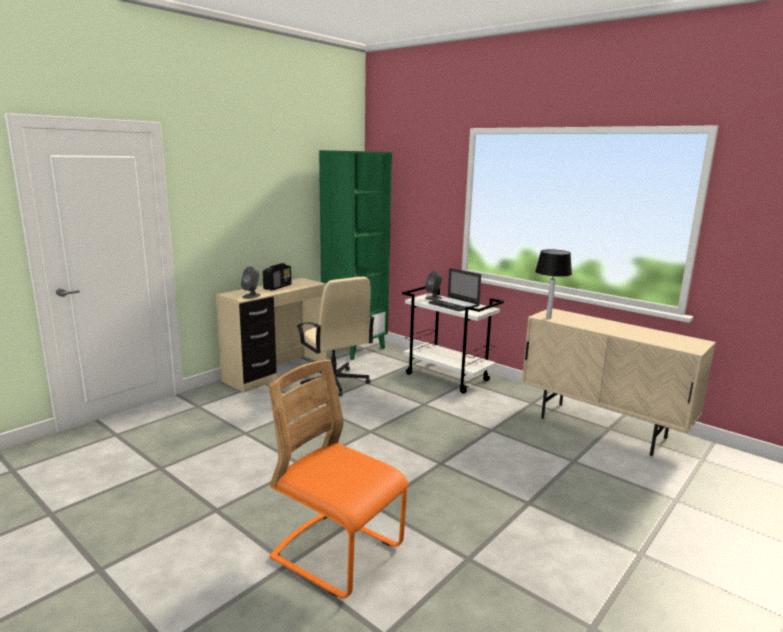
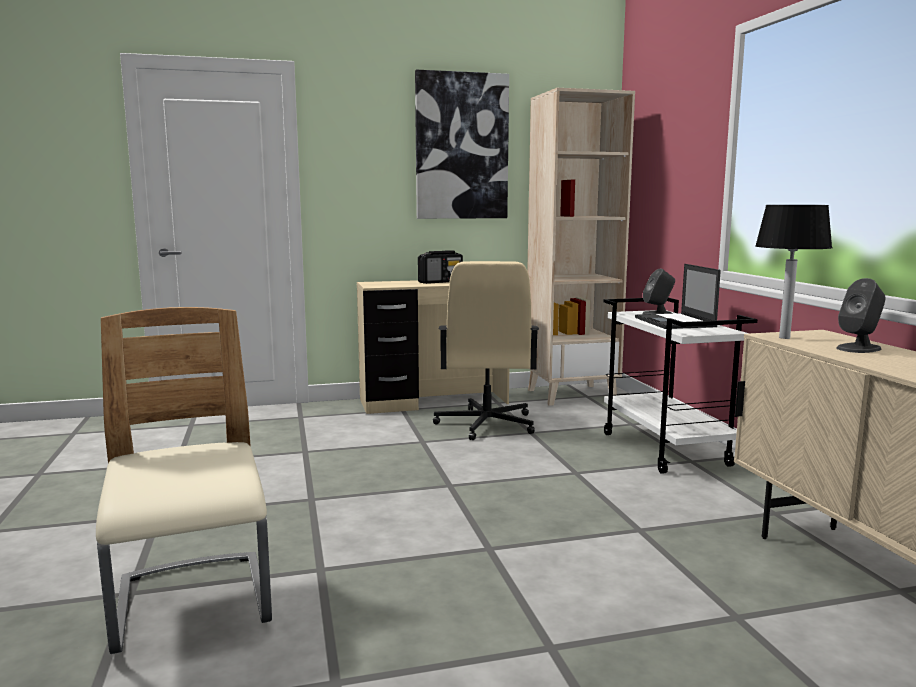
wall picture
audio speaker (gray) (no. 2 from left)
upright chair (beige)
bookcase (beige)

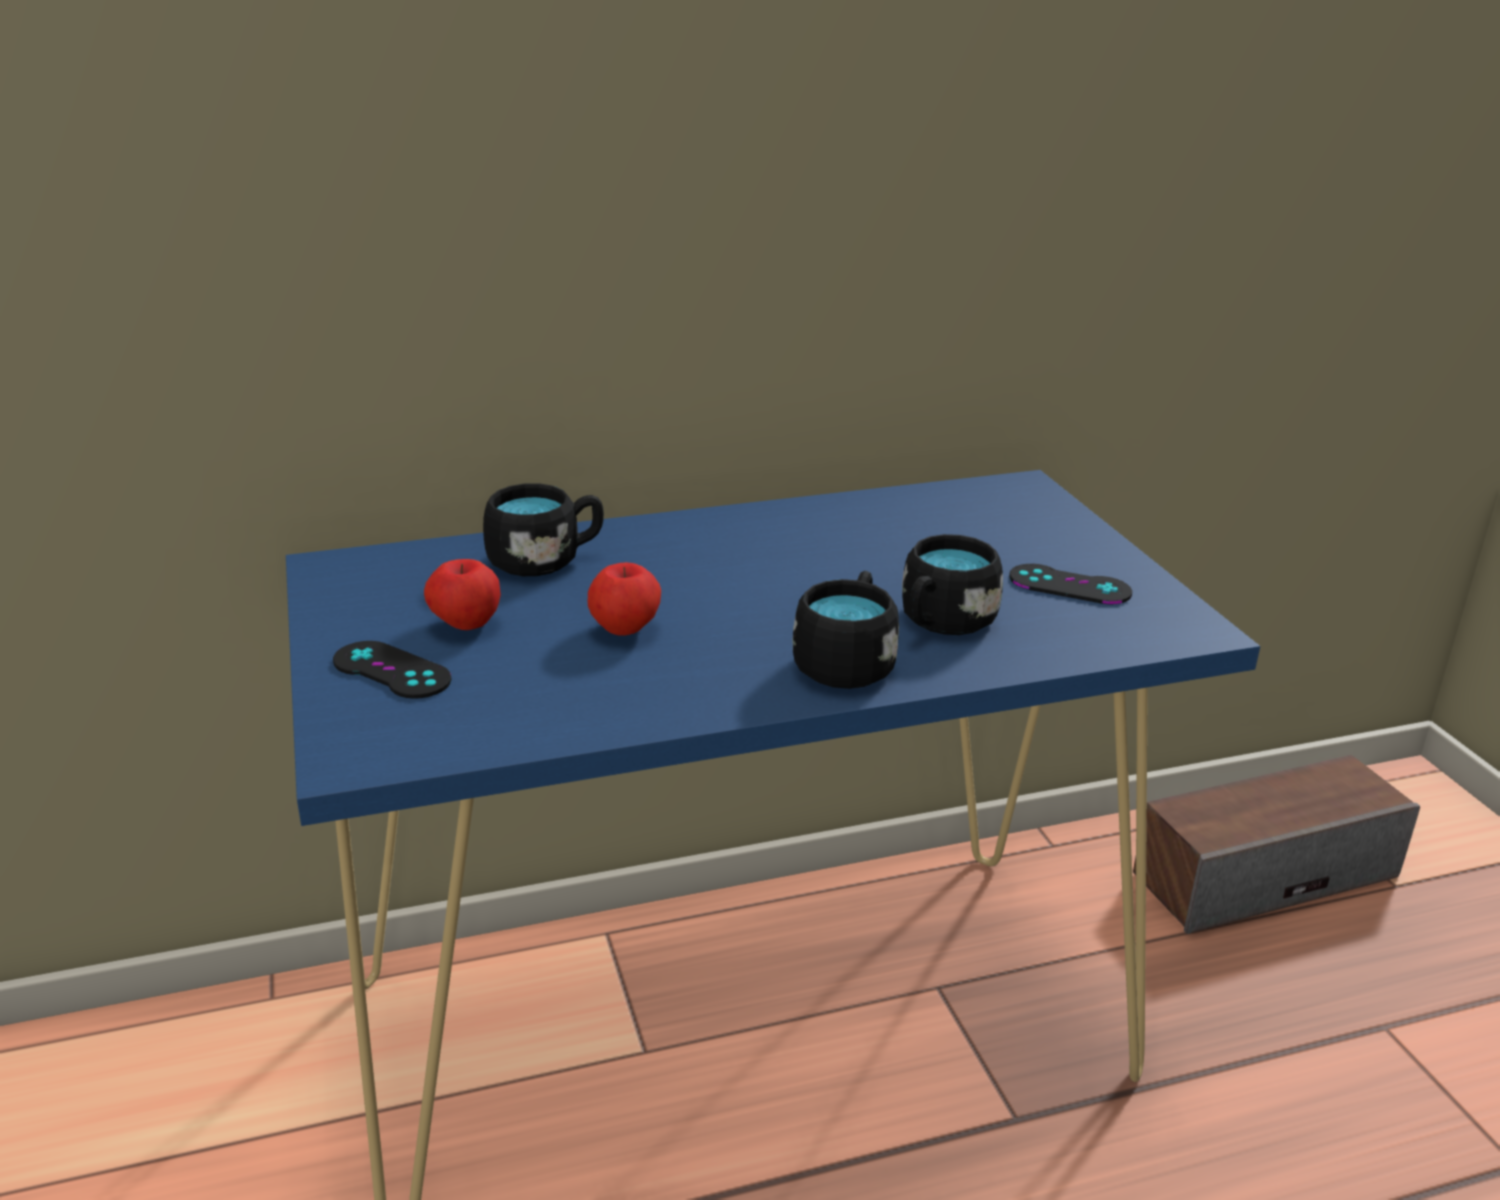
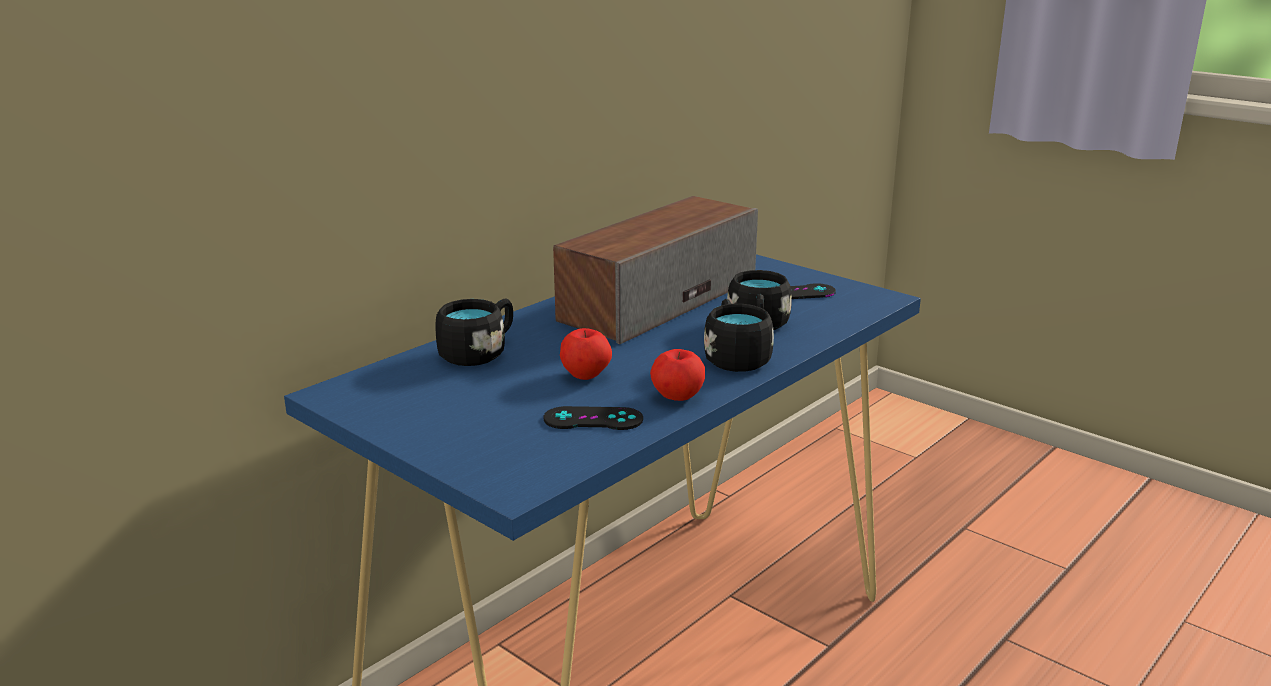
gamepad (blackish) (no. 1 from left)
whole apple (no. 2 from left)
audio speaker

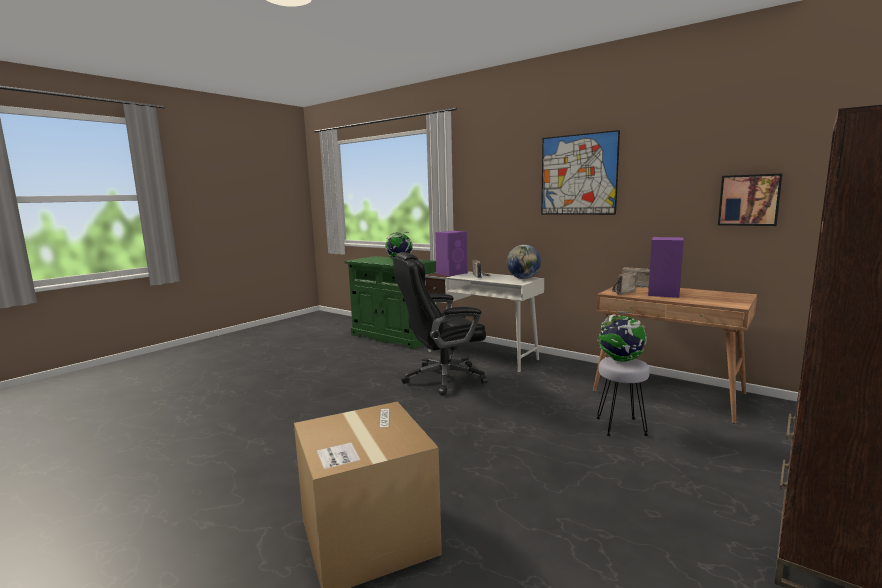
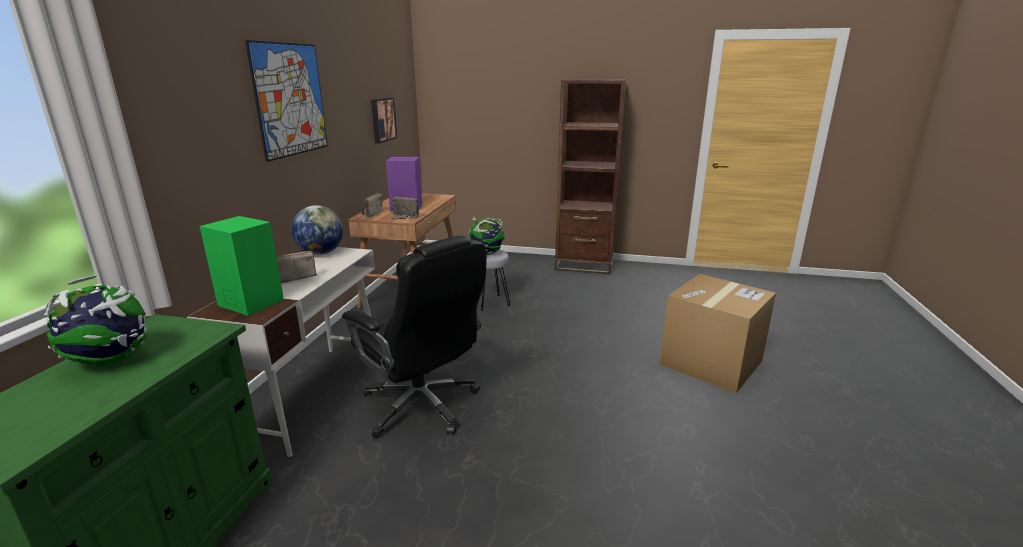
audio speaker (green)

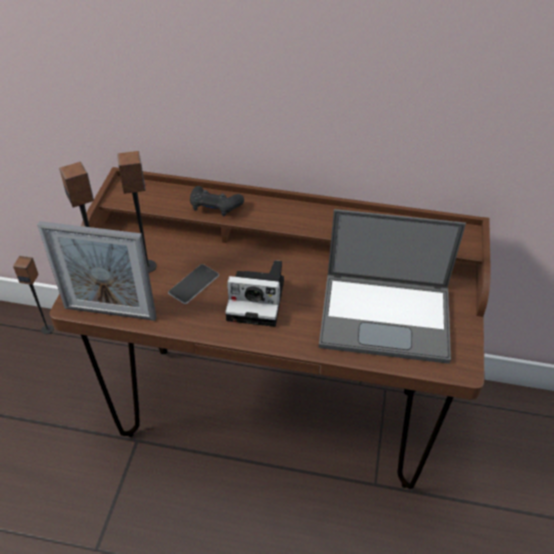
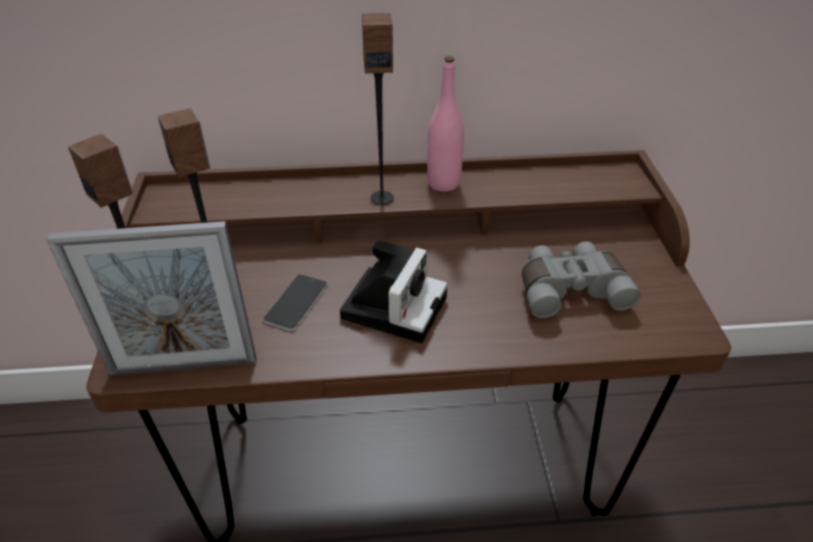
gamepad (blackish)
beverage bottle (pinkish)
audio speaker (no. 3 from left)
field glasses (gray)
photo camera

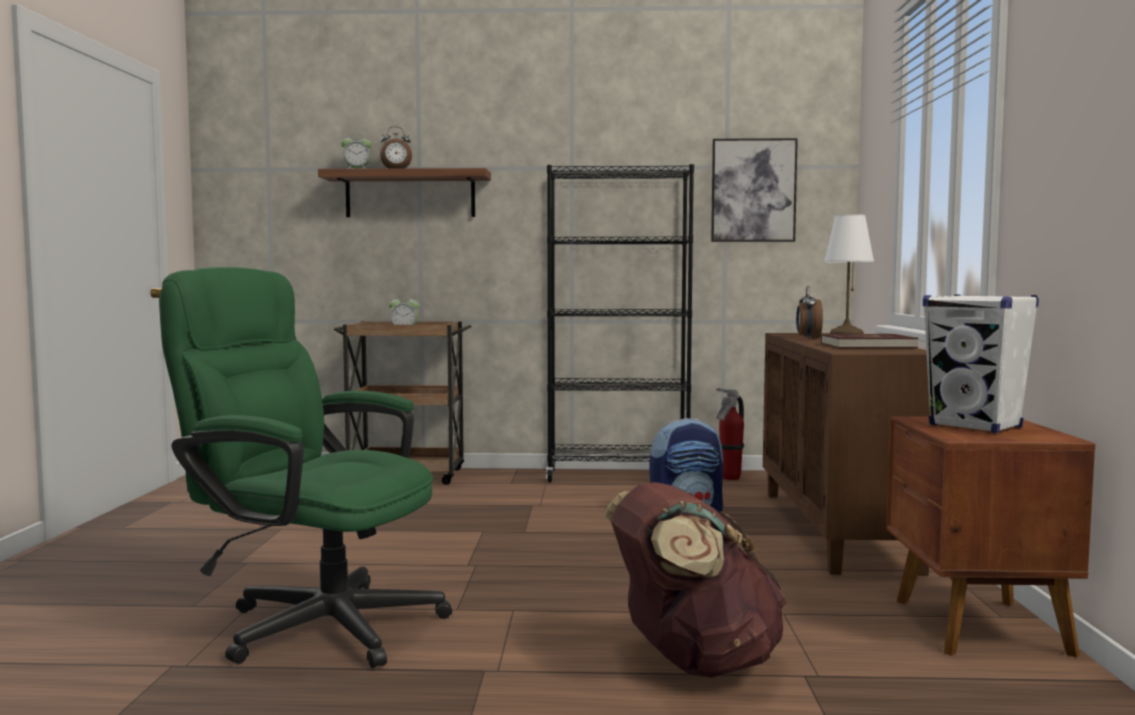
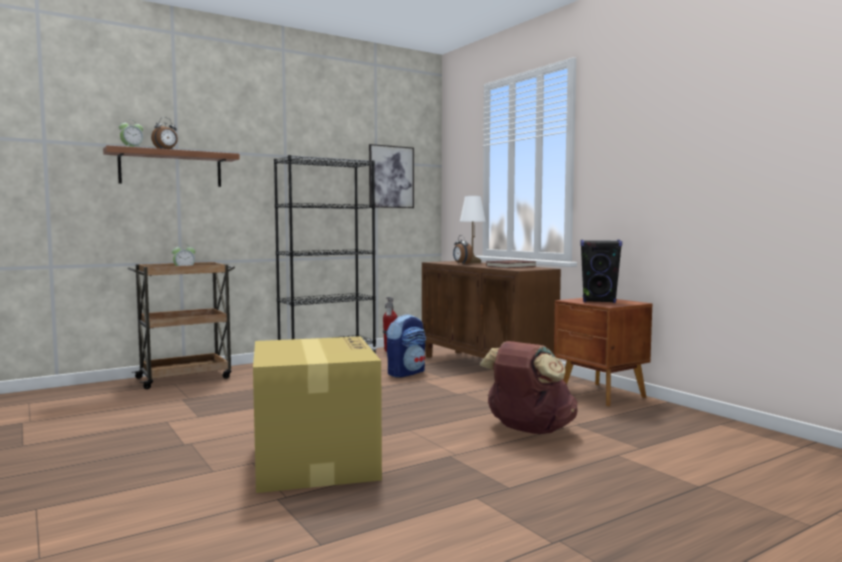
carton
audio speaker (blackish)

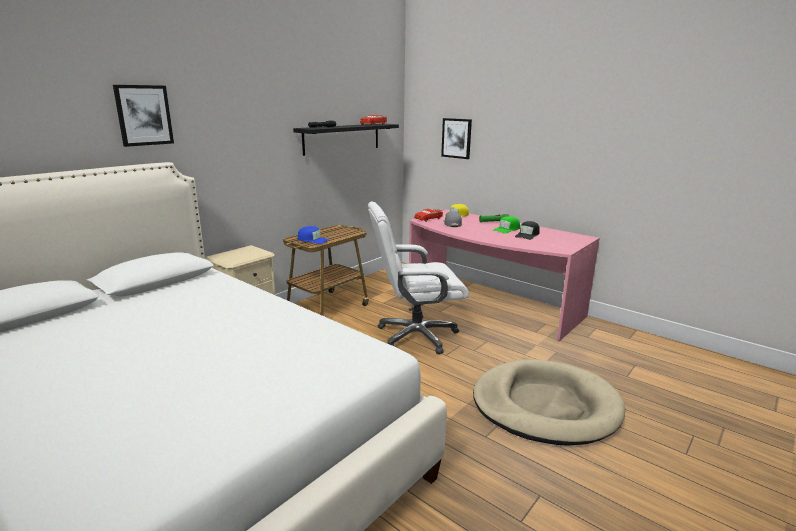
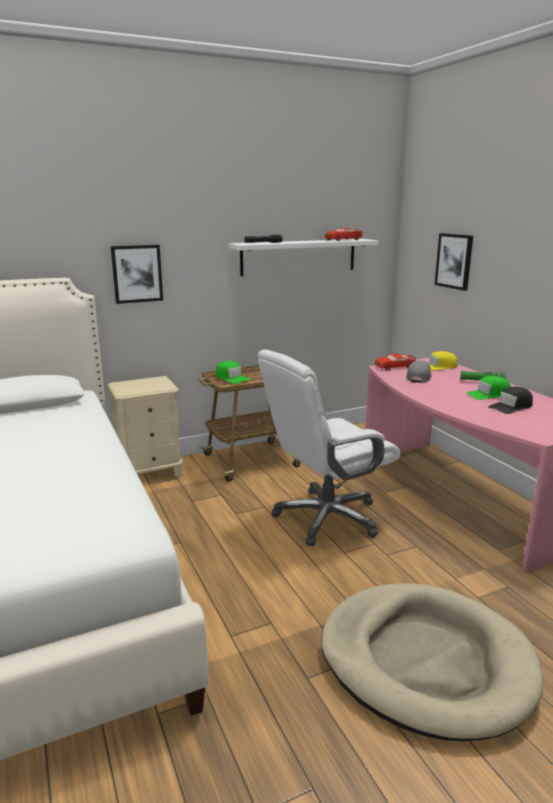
wall picture (no. 1 from left)
shelf (white-coloured)
peaked cap (green) (no. 1 from left)
desk chair (white-coloured)

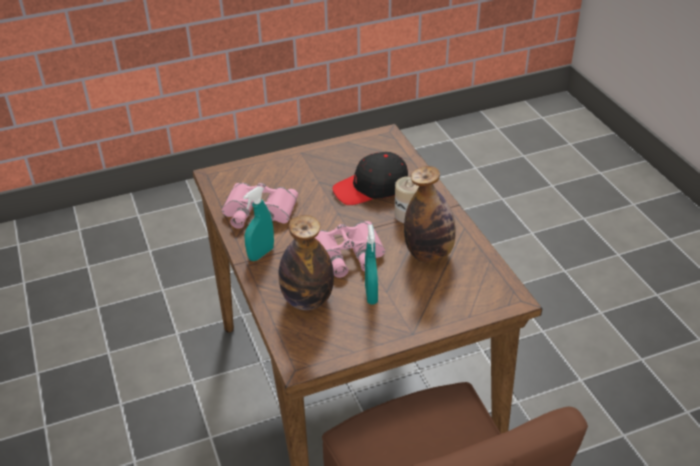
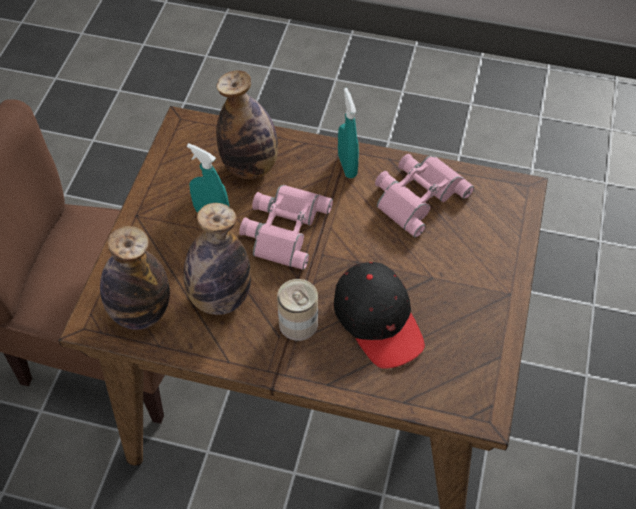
beverage bottle (no. 1 from left)
peaked cap (blackish)

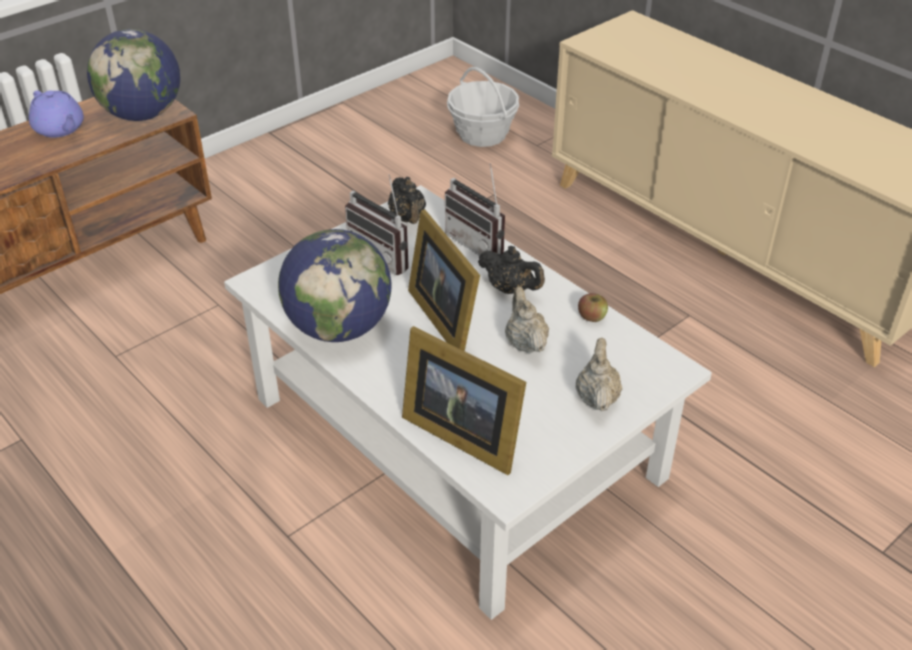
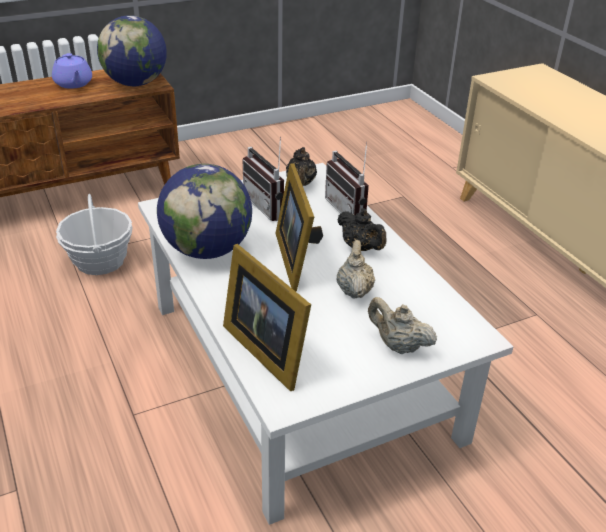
whole apple
household basket
teapot (beige) (no. 2 from left)

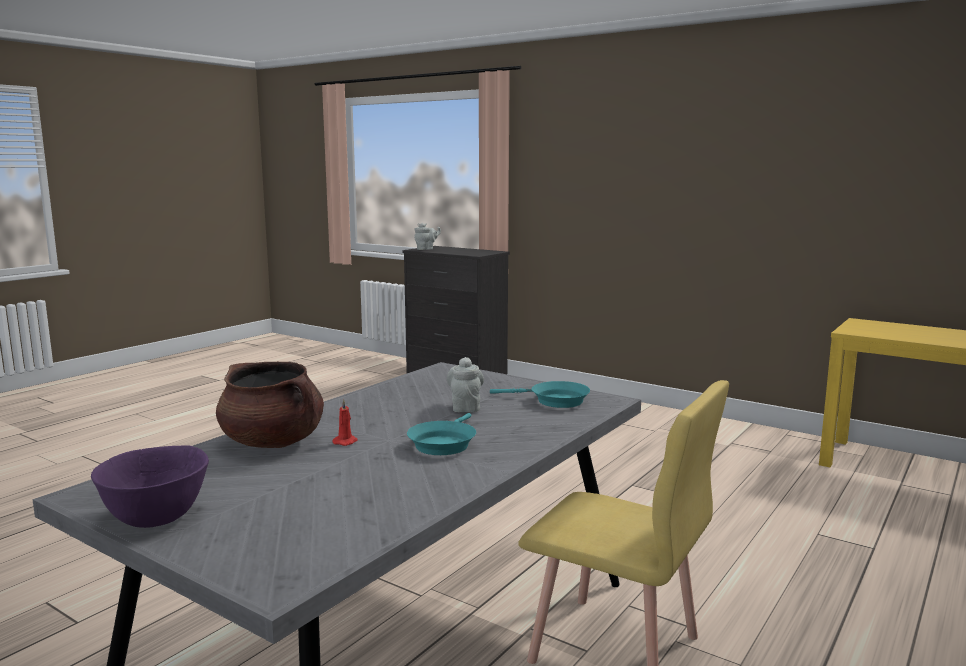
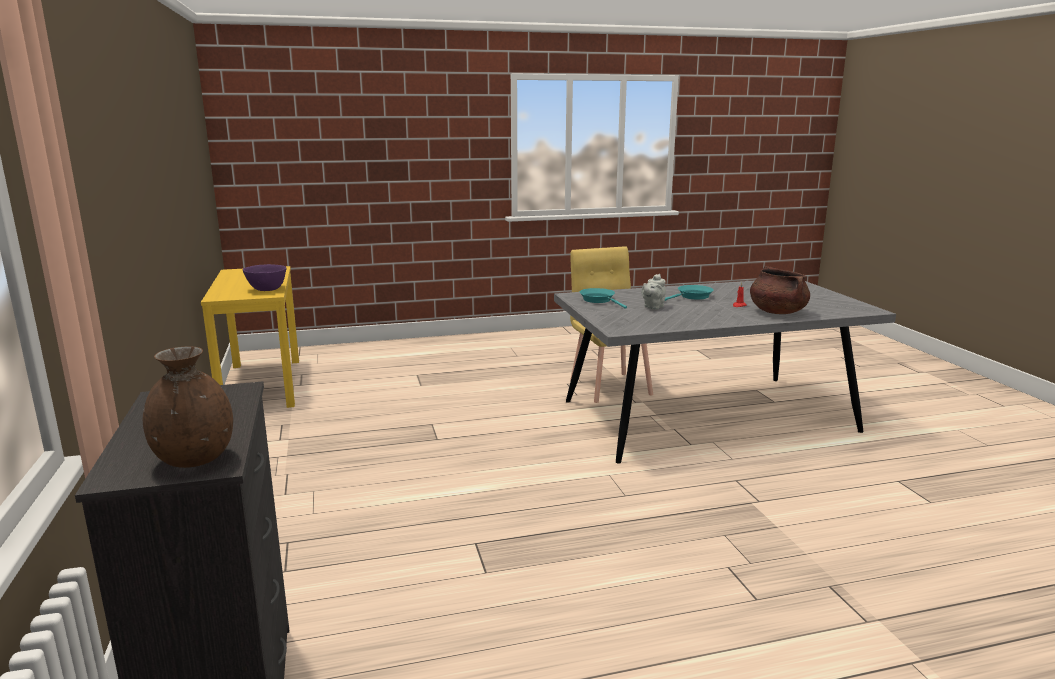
serving bowl (purple)
flower vase (brownish)

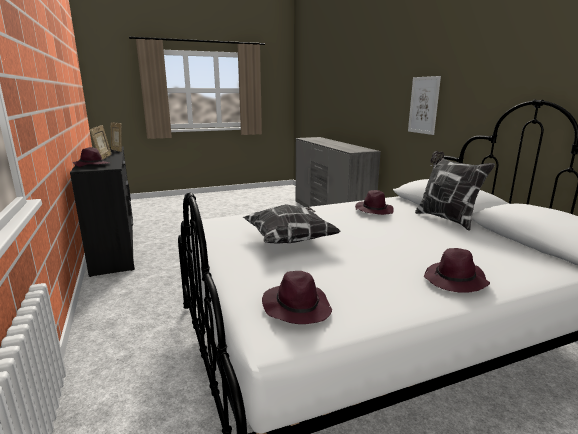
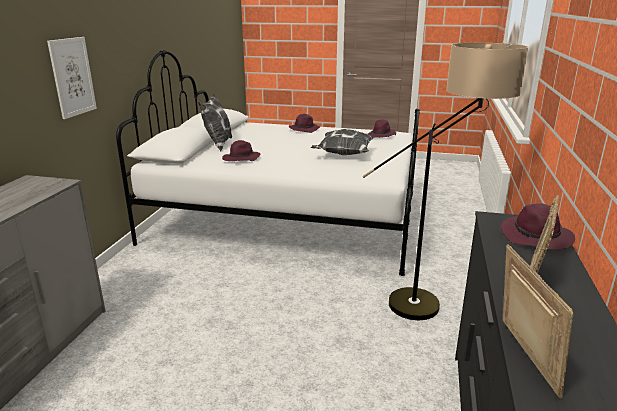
floor lamp

